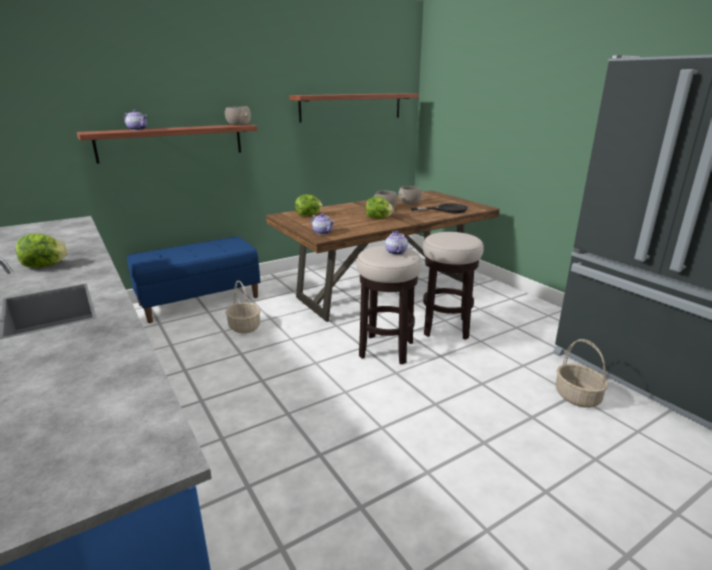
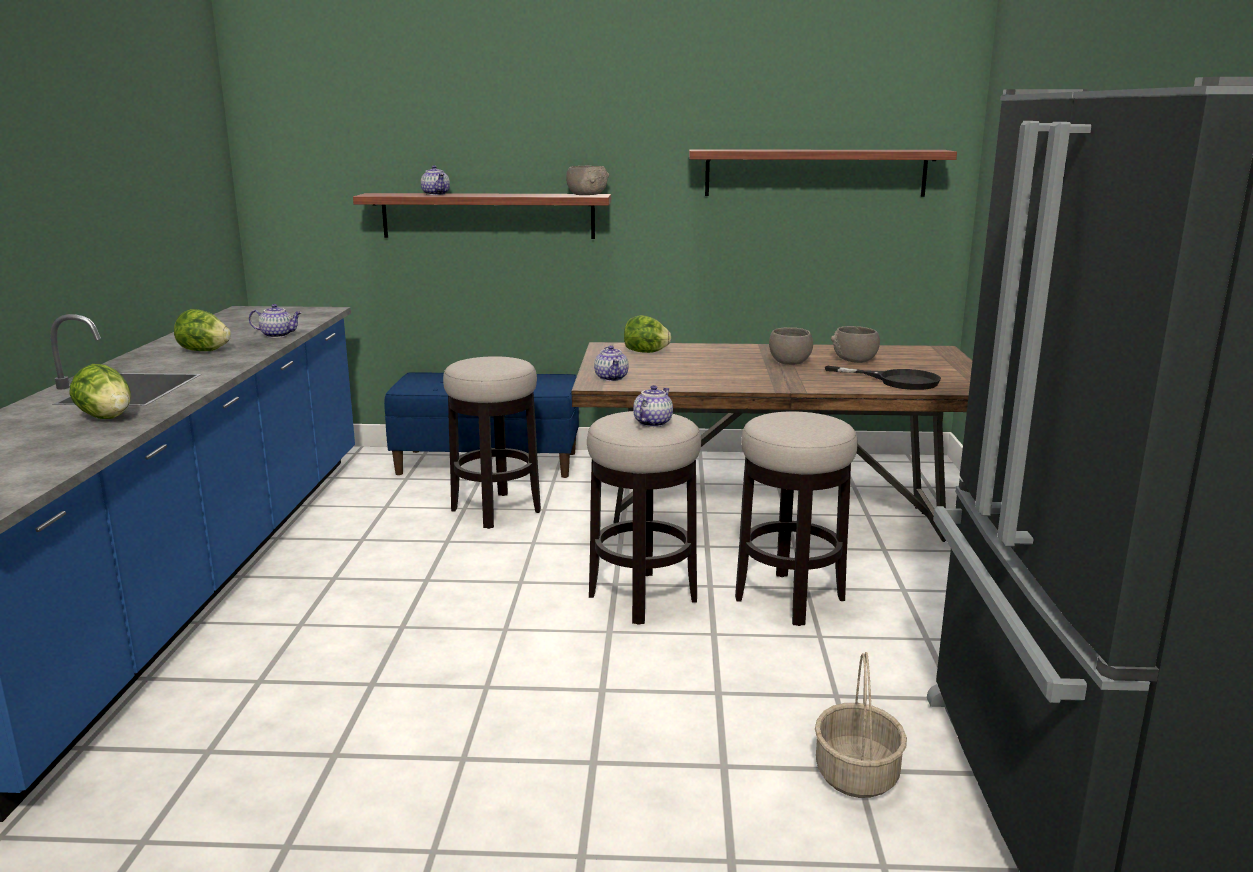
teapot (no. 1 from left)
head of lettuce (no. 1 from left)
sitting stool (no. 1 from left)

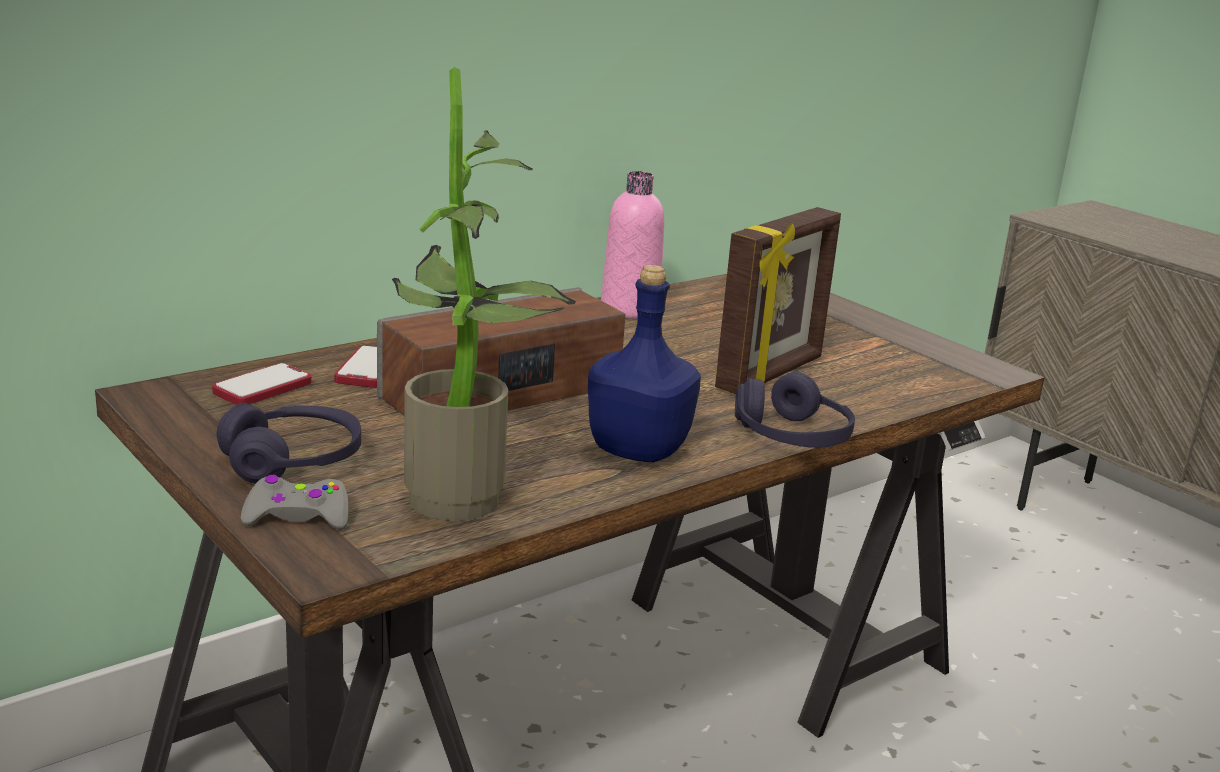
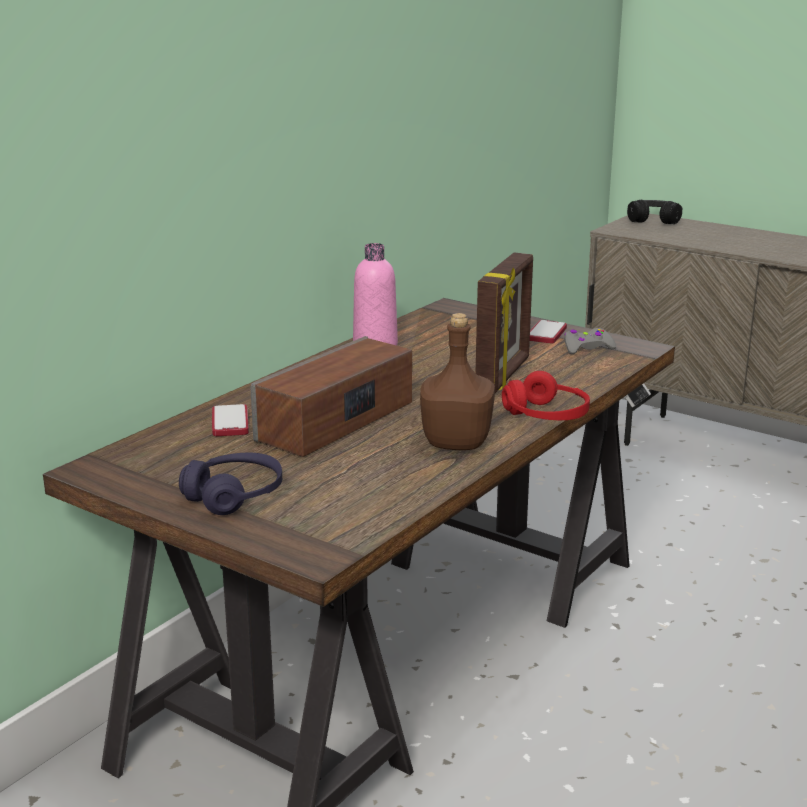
houseplant
headphones (blackish)
handset (no. 2 from left)
gamepad (gray)
beverage bottle (brownish)
headphones (red)

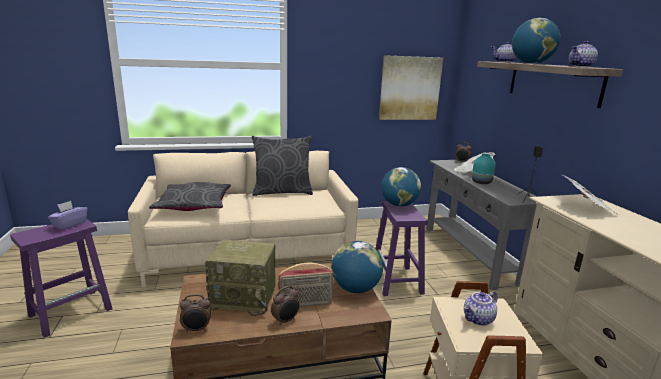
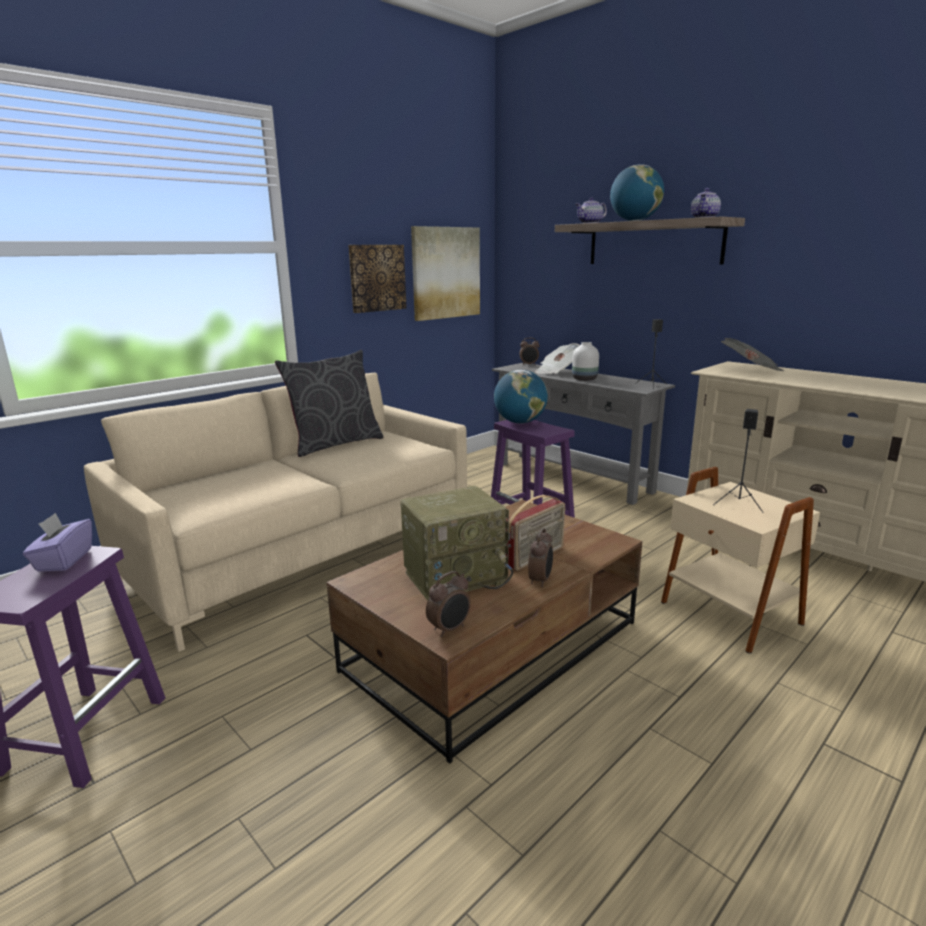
throw pillow (gray) (no. 1 from left in the first image)
desk globe (no. 1 from left in the first image)
wall picture (no. 1 from left)
audio speaker (blackish) (no. 2 from left)
flower vase (white-coloured)

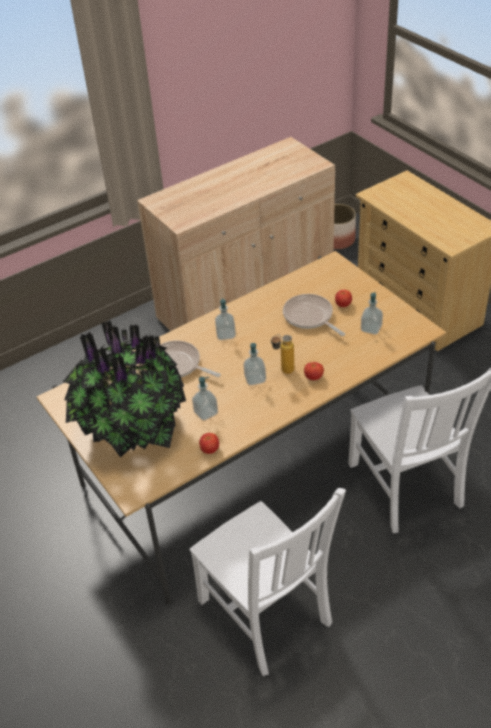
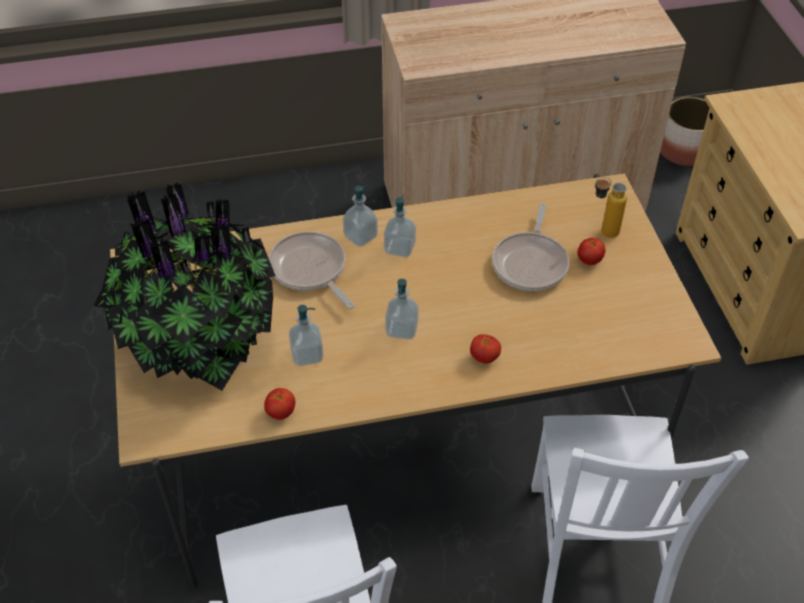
beverage bottle
liquid soap bottle (no. 2 from left)
frying pan (no. 2 from left)

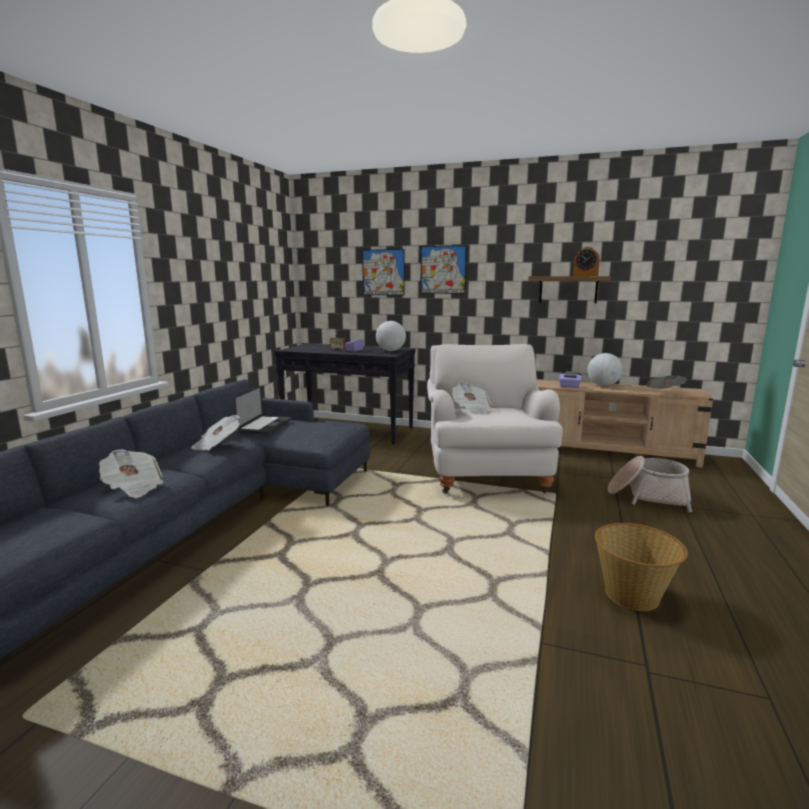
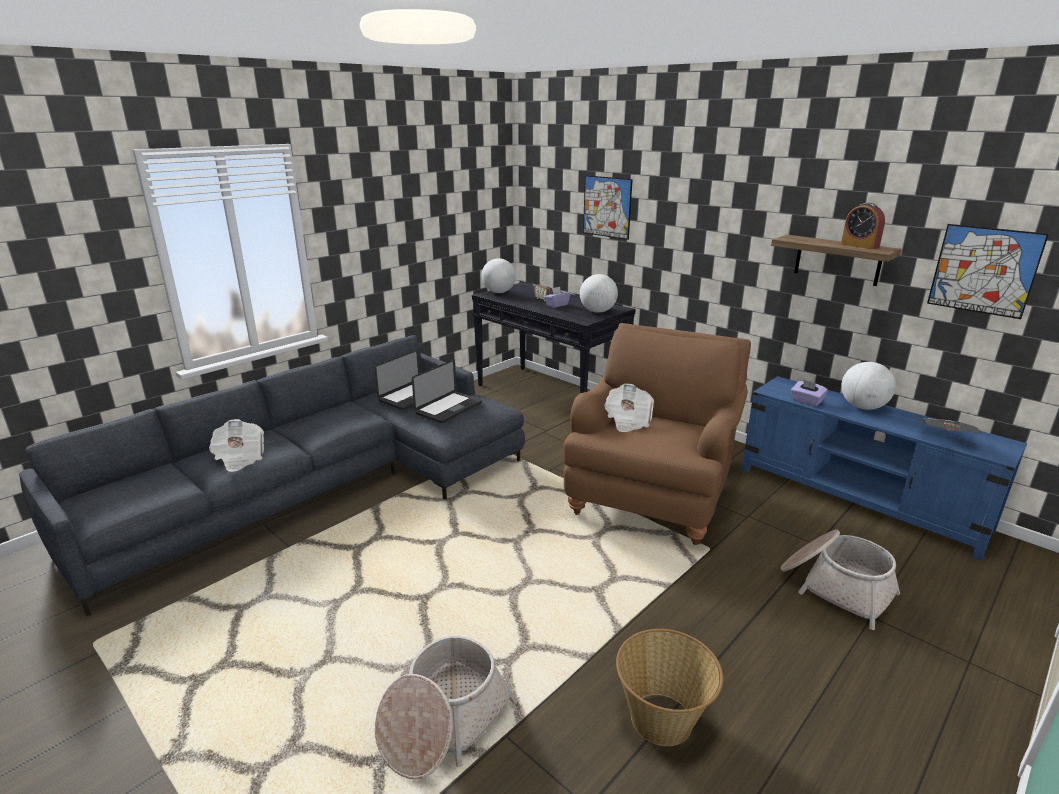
newspaper (no. 2 from left in the first image)
household basket (no. 1 from left)
laptop (no. 2 from left)
desk globe (no. 1 from left)
wall picture (no. 2 from left)
easy chair (brownish)
media console (bluish)

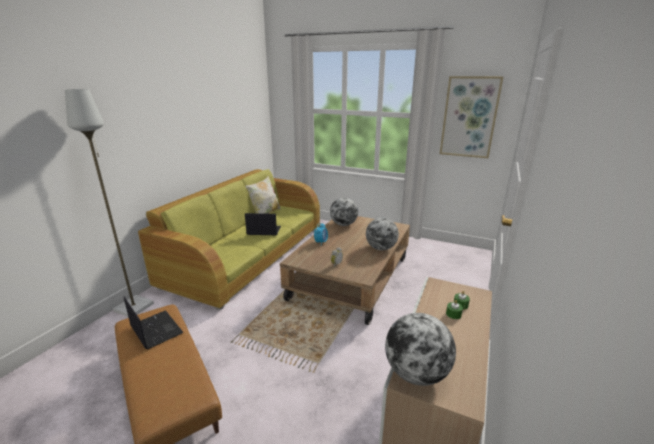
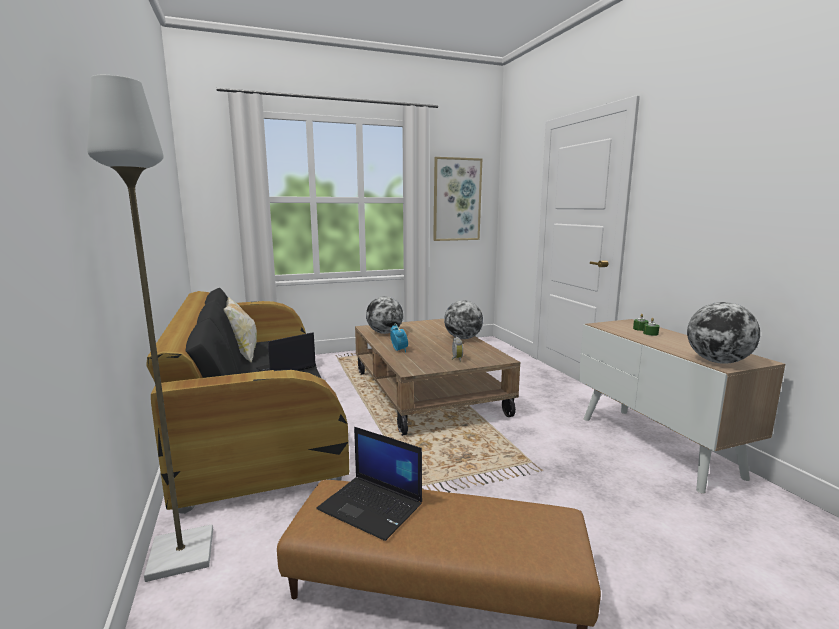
sofa (blackish)
laptop (no. 2 from left)

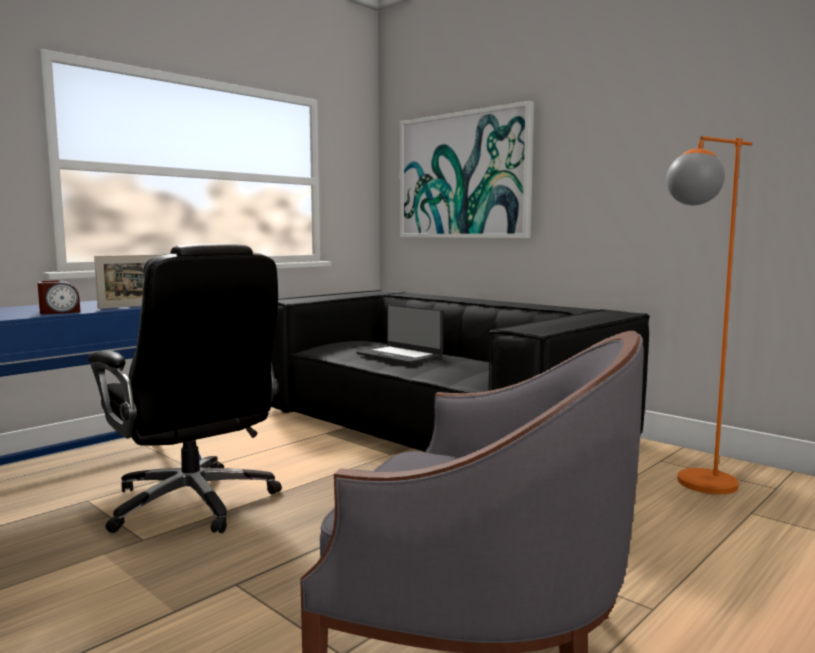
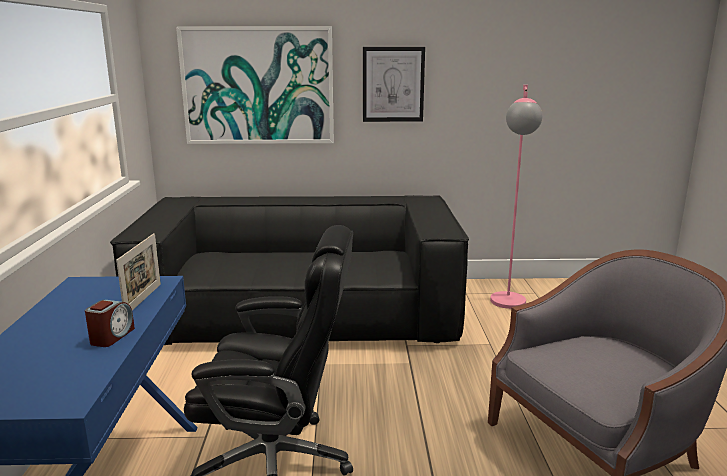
laptop
wall picture (no. 2 from left)
floor lamp (pinkish)

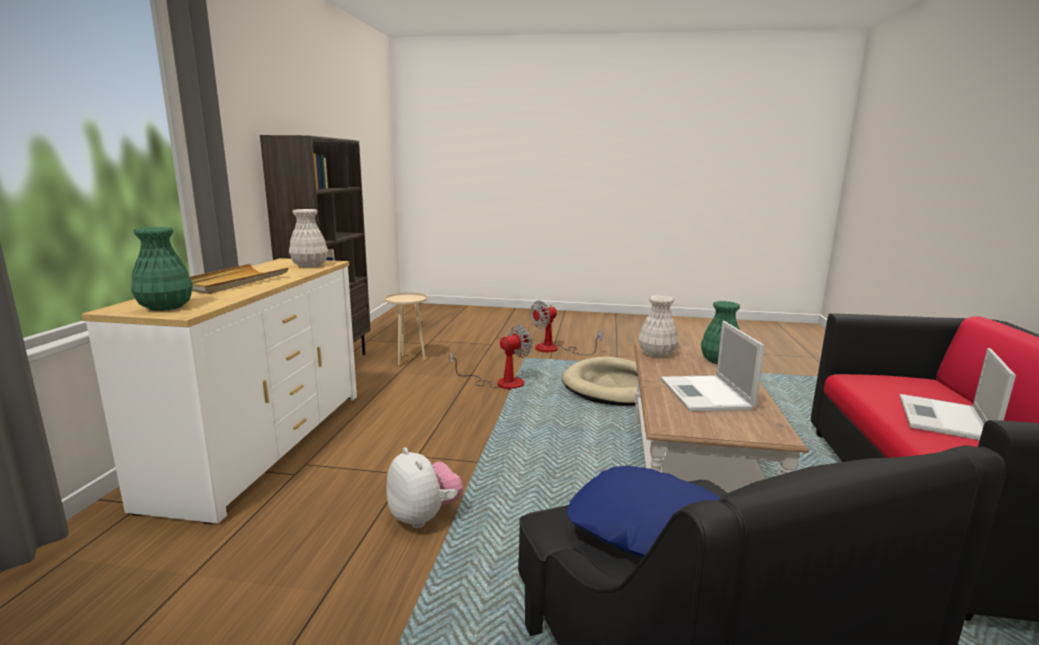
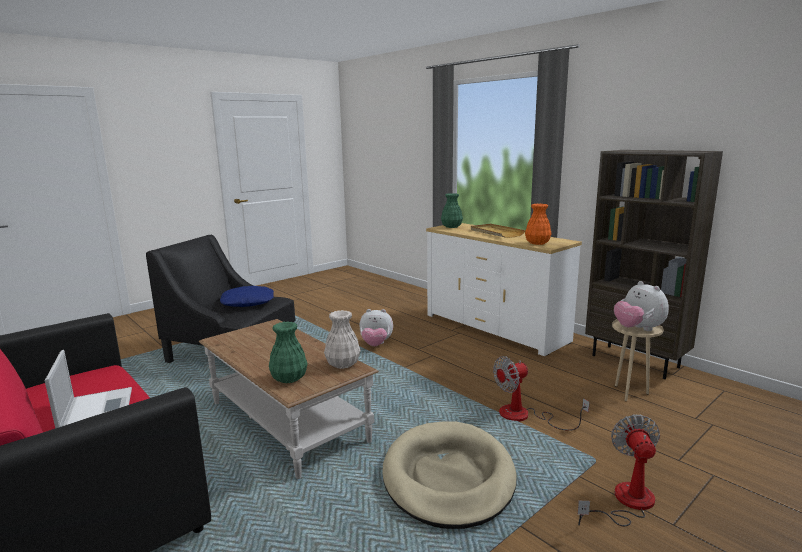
laptop (no. 1 from left in the first image)
cuddly toy (no. 2 from left)
flower vase (orangey)
electric fan (no. 1 from left)

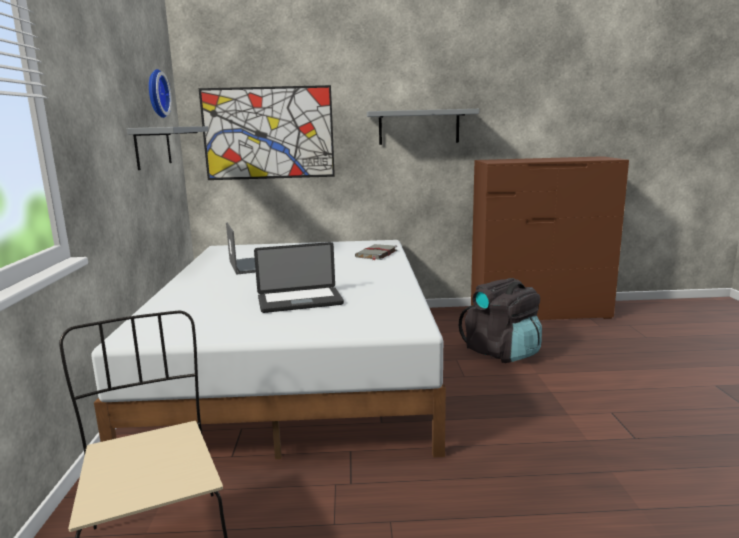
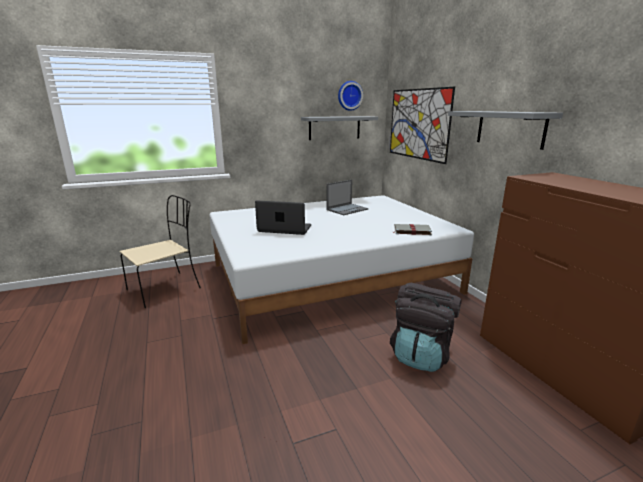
laptop (no. 1 from left)

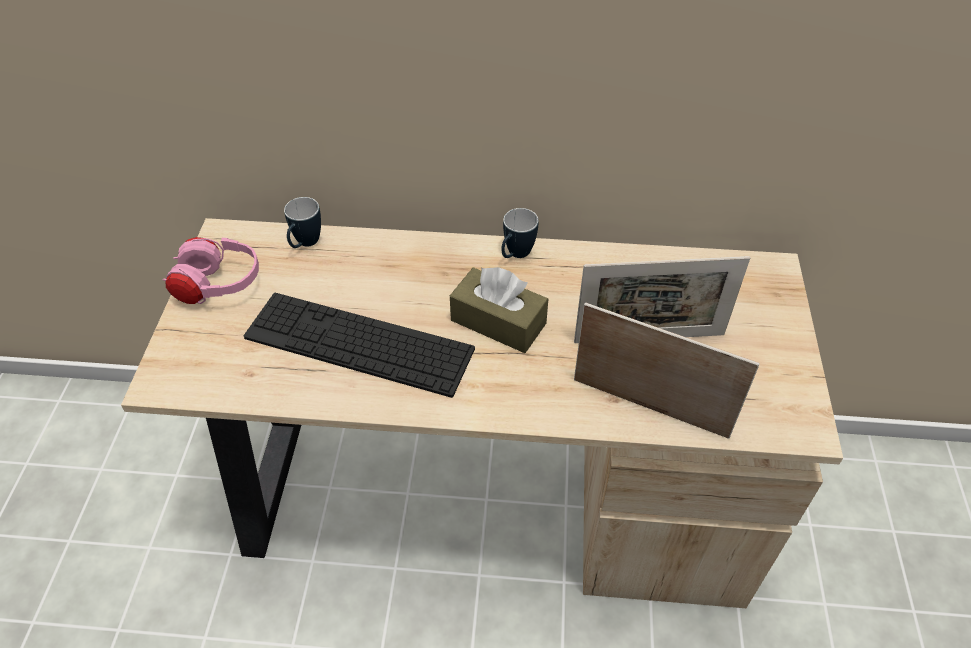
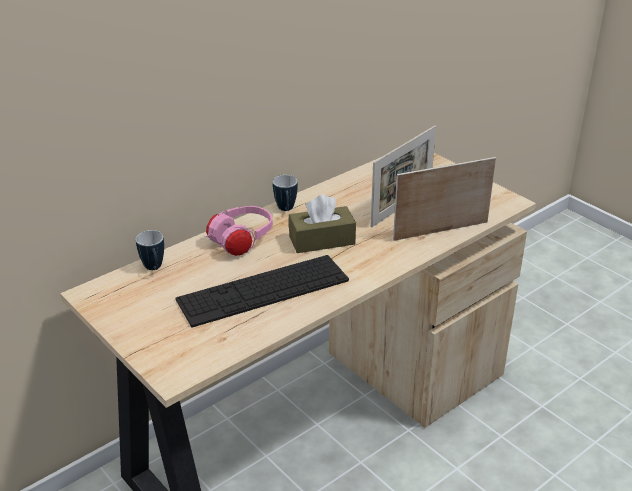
headphones (pinkish)

